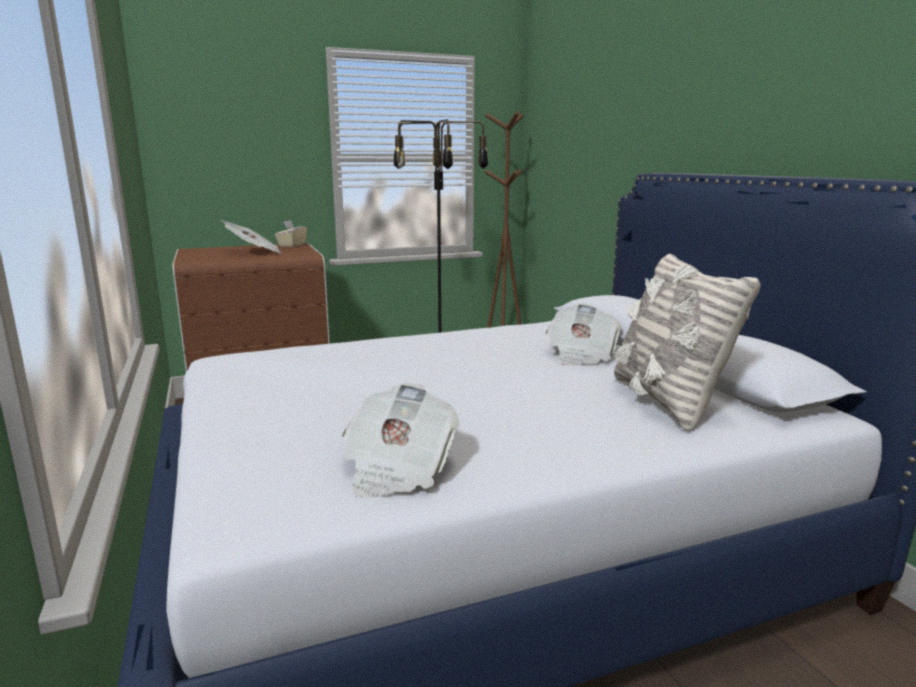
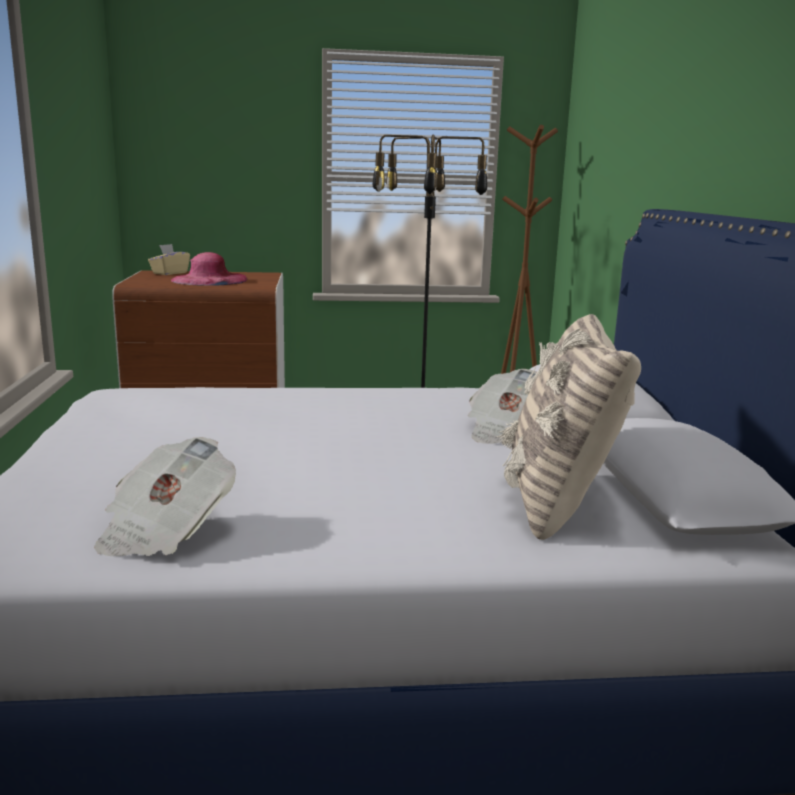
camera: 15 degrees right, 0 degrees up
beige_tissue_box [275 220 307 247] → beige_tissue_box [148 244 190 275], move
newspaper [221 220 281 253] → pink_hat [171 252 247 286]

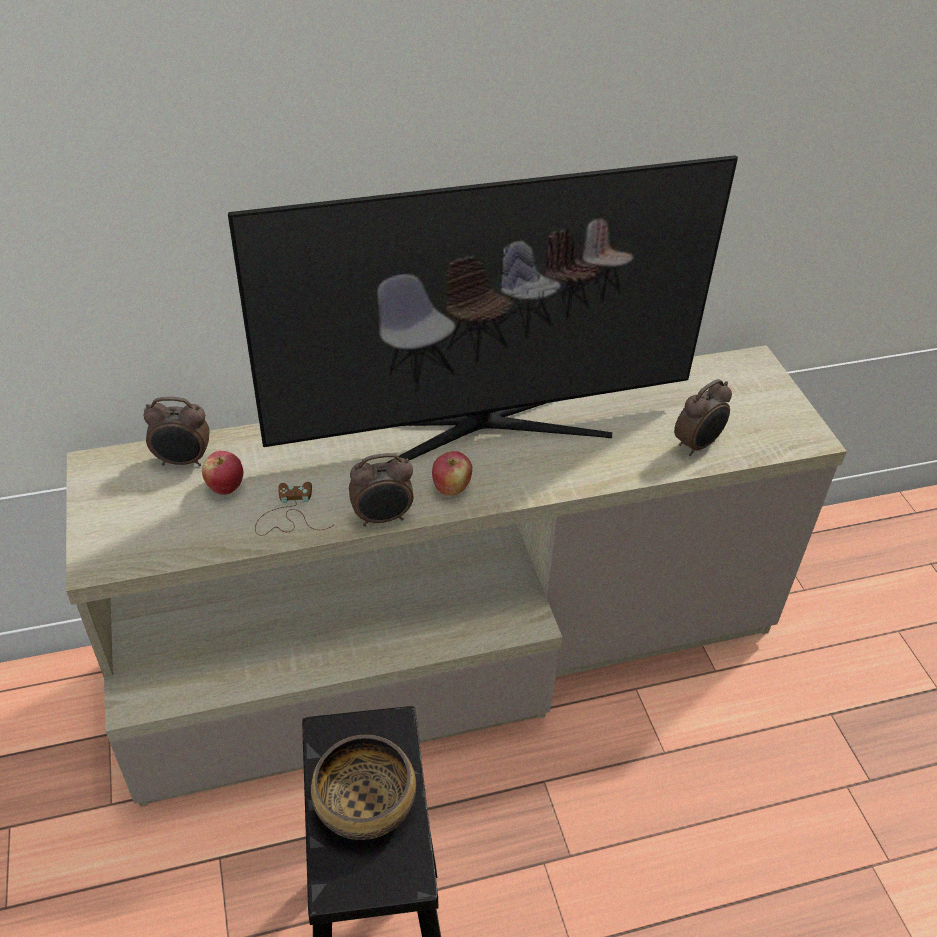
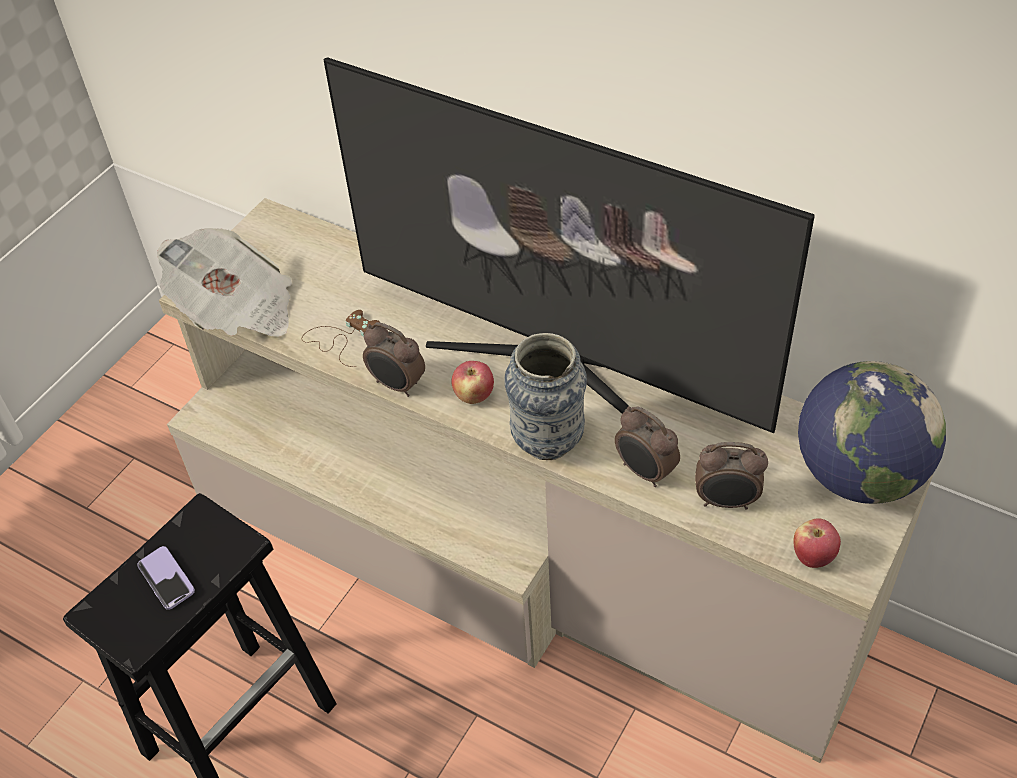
camera: 50 degrees right, 5 degrees up
- → newspaper [157 228 292 337]
- → vase [504 333 587 460]
- → globe [798 361 946 504]
alarm_clock [144 397 210 466] → alarm_clock [615 406 680 487], move
apple [202 451 243 495] → apple [793 518 841 568], move
bowl [311 735 416 840] → phone [137 546 195 610]

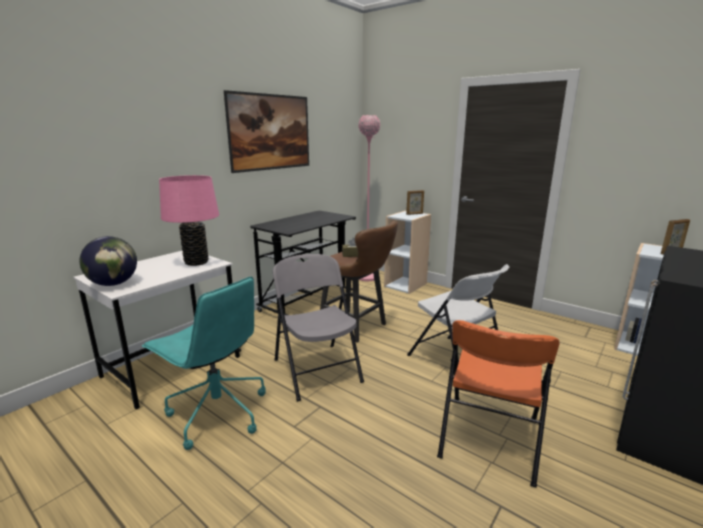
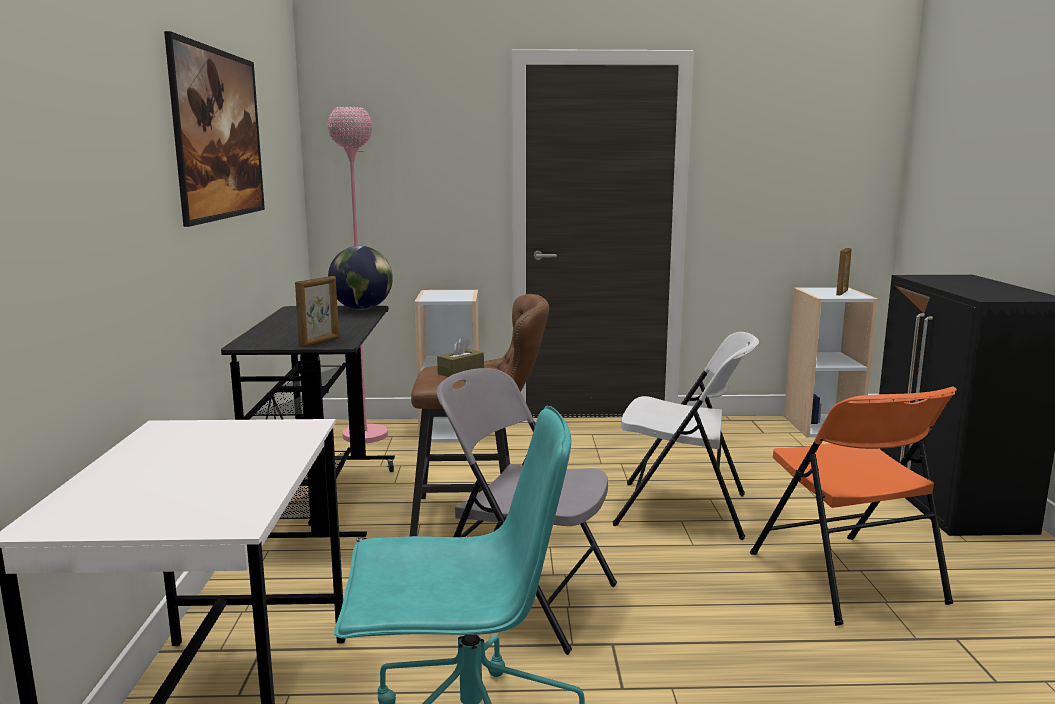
camera: 40 degrees left, 5 degrees down
pink_table_lamp [159 175 219 266] → -
globe [79 236 137 286] → globe [328 246 393 310], move
picture_frame [406 190 424 215] → picture_frame [295 276 339 347], move

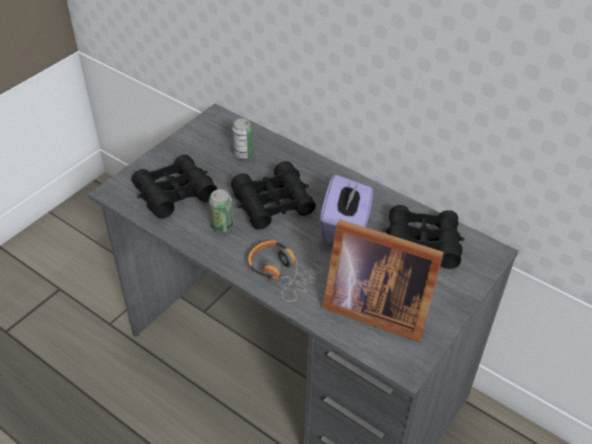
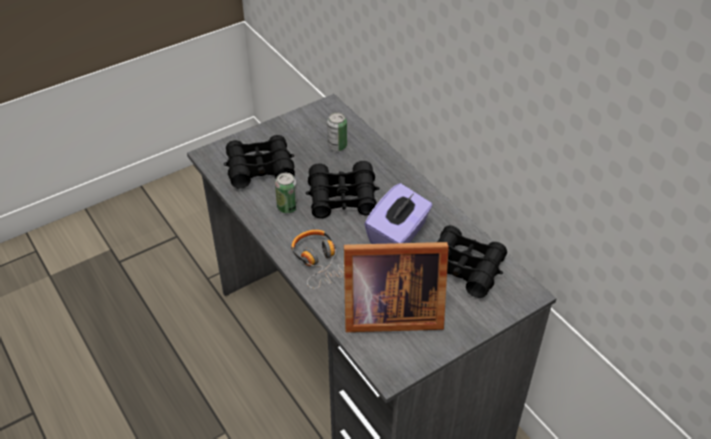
camera: 20 degrees right, 0 degrees up
picture_frame [322 219 444 342] → picture_frame [344 242 449 332], 45 degrees counterclockwise

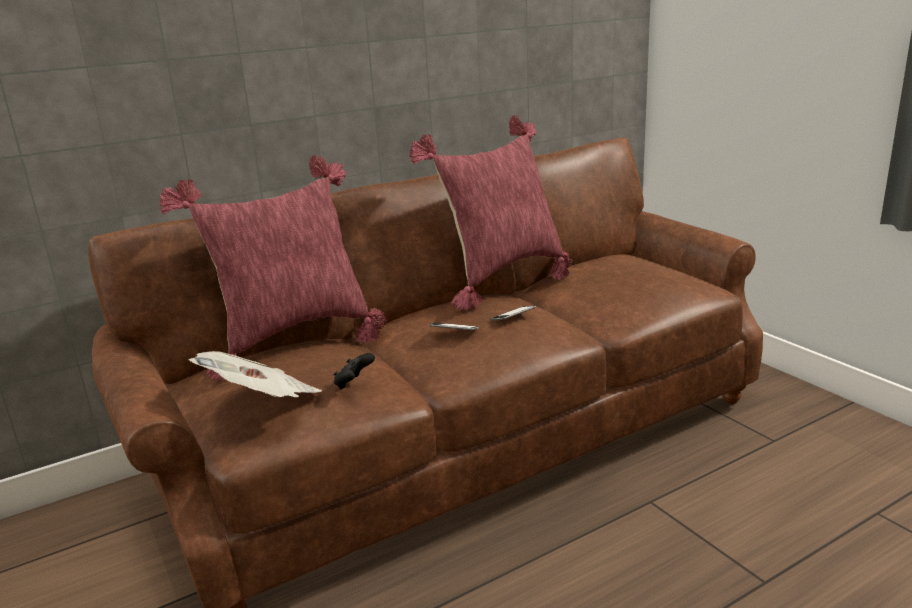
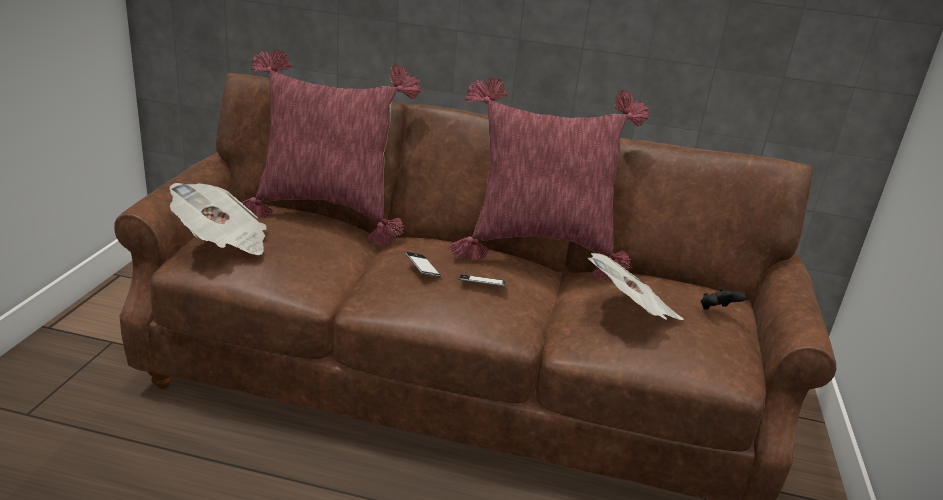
camera: 40 degrees right, 5 degrees up
- → newspaper [588 253 684 320]
black_game_controller [334 353 375 390] → black_game_controller [701 289 747 310], move

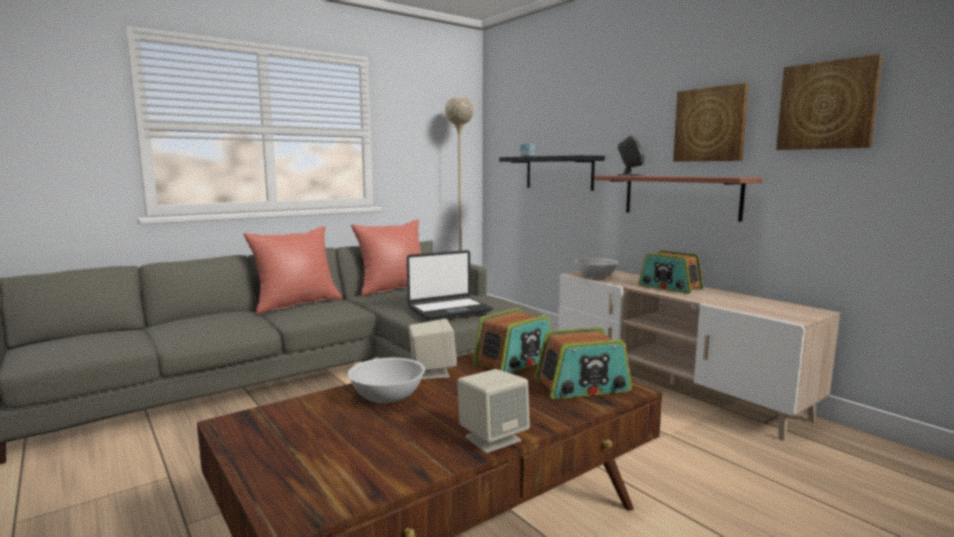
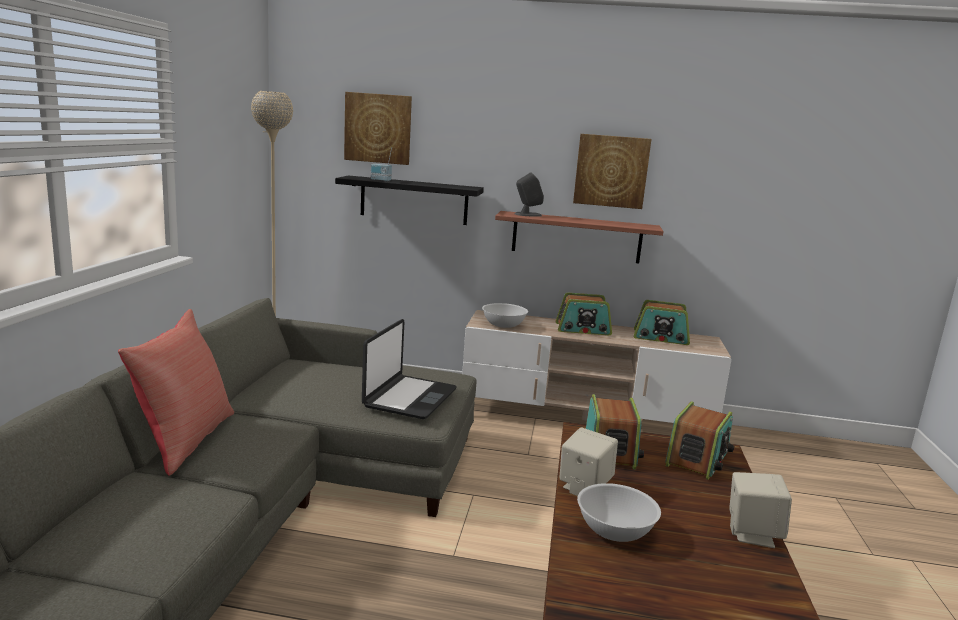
camera: 45 degrees left, 5 degrees up
red_pillow [351 219 421 296] → -
- → radio [634 300 690 345]
picture [776 54 883 150] → picture [344 92 412 165], move

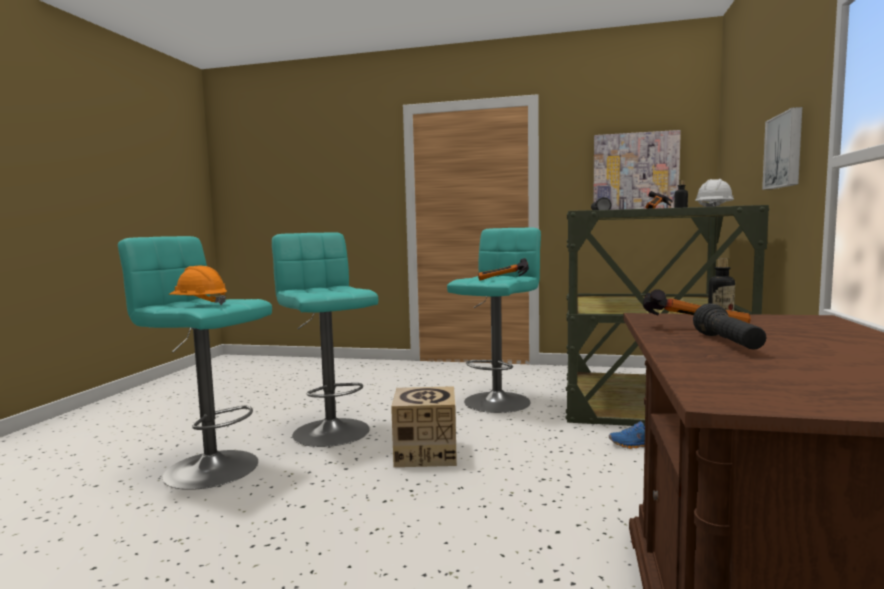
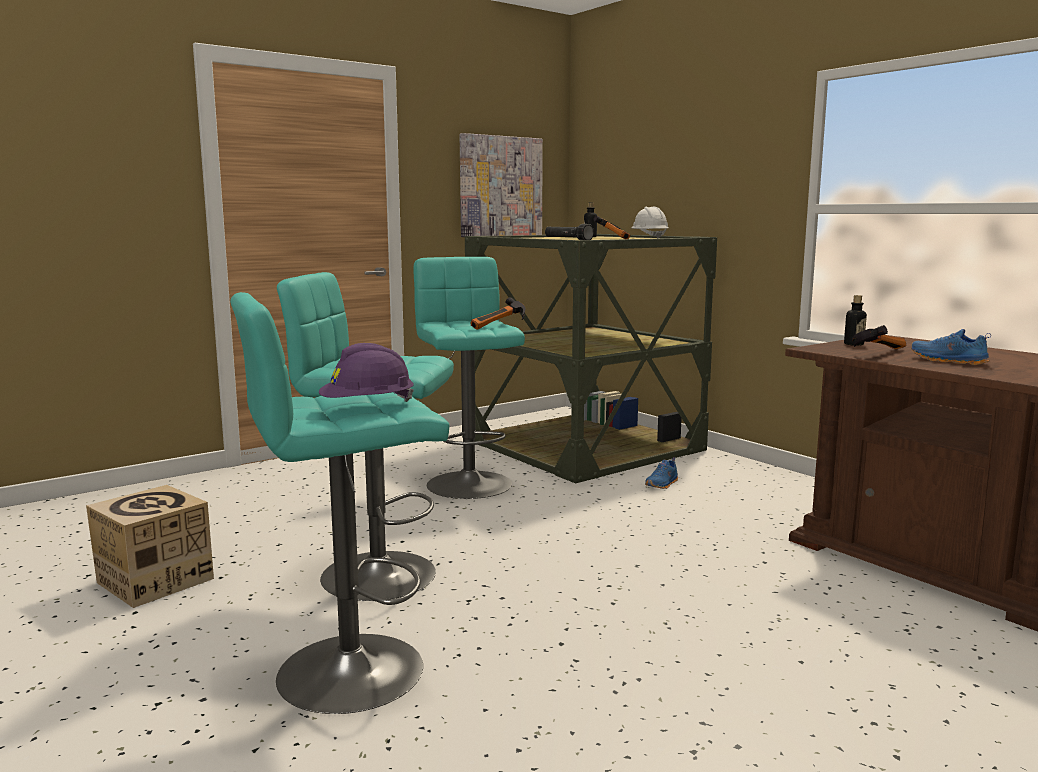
camera: 50 degrees left, 5 degrees up
picture [762 107 802 190] → -
cardboard_box [391 386 457 467] → cardboard_box [86 485 214 608], move
black_flashlight [693 303 766 350] → blue_shoe [911 329 991 365]
orange_hard_hat [169 266 227 305] → purple_hard_hat [319 343 414 402]

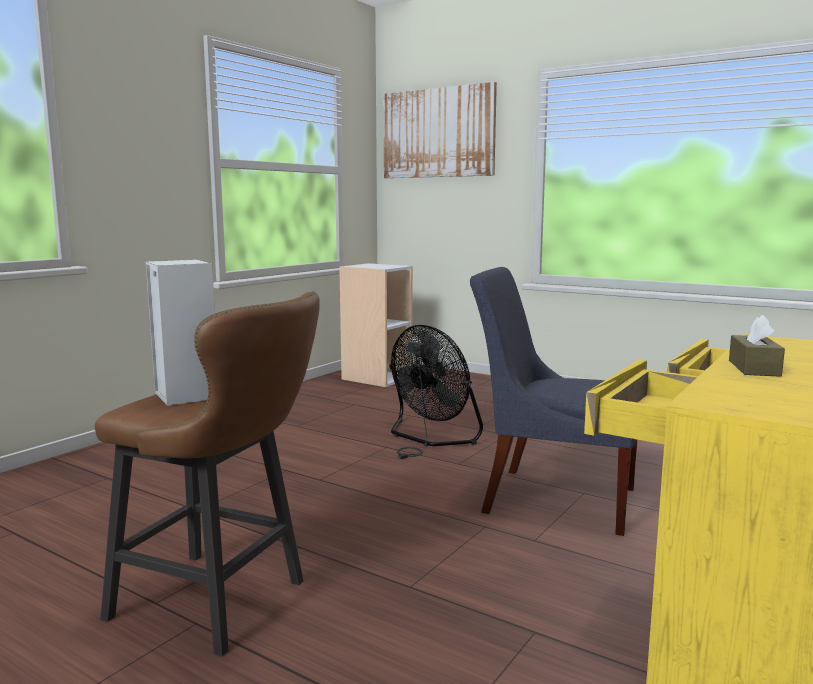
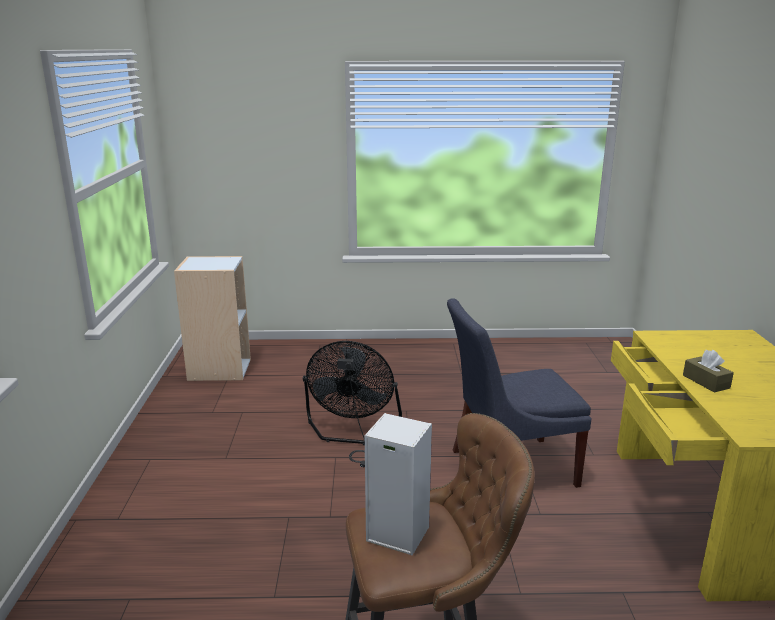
camera: 35 degrees left, 10 degrees up
picture [383 82 497 178] → -

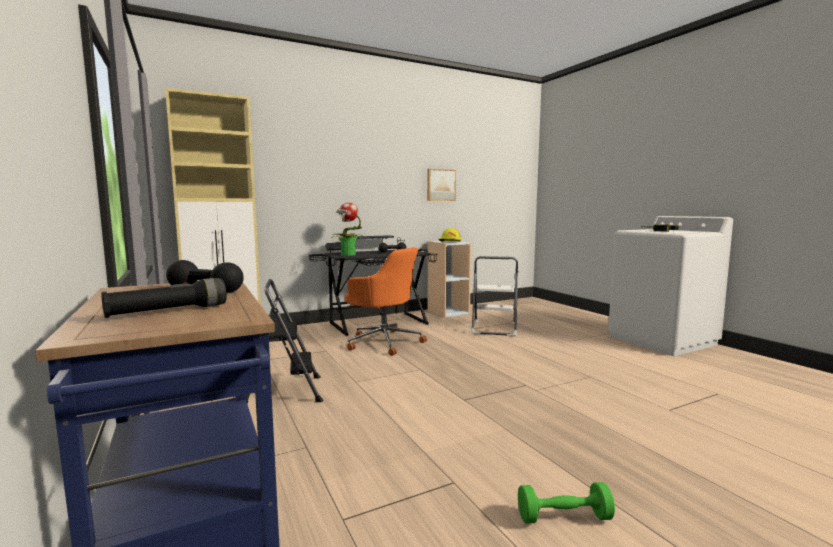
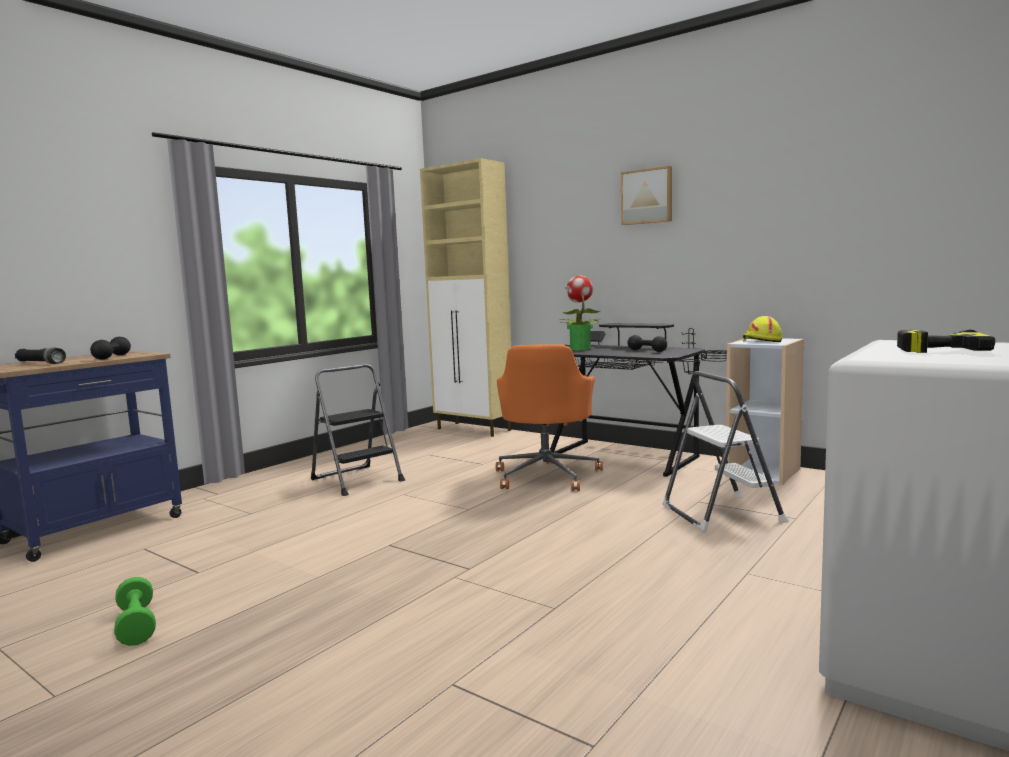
camera: 65 degrees right, 0 degrees up
picture [427 169 456 201] → picture [621 166 672 225], move

